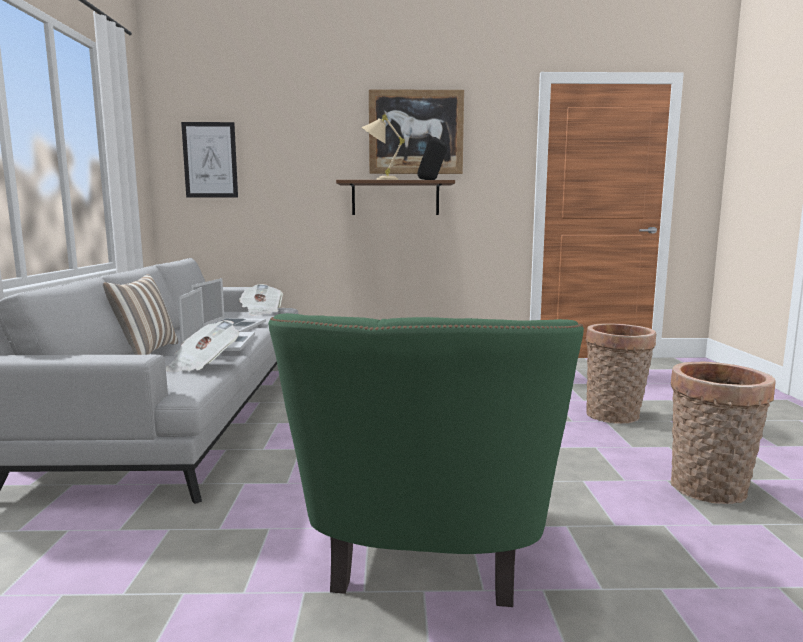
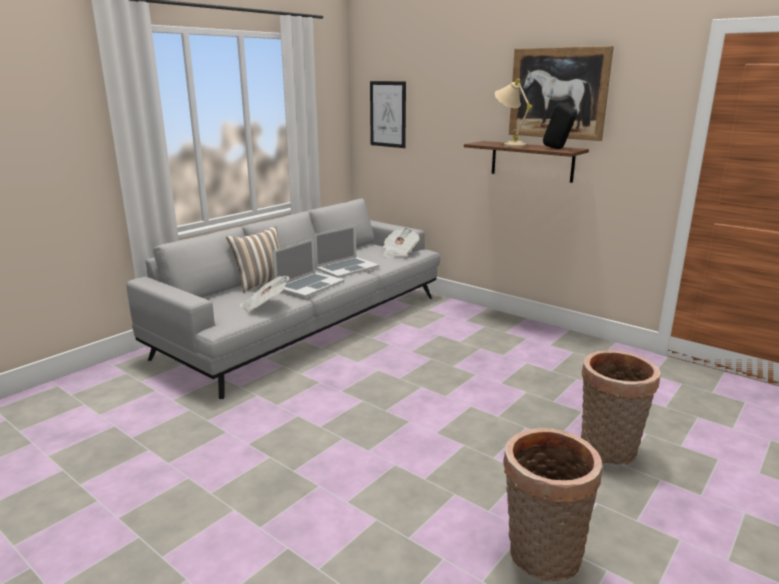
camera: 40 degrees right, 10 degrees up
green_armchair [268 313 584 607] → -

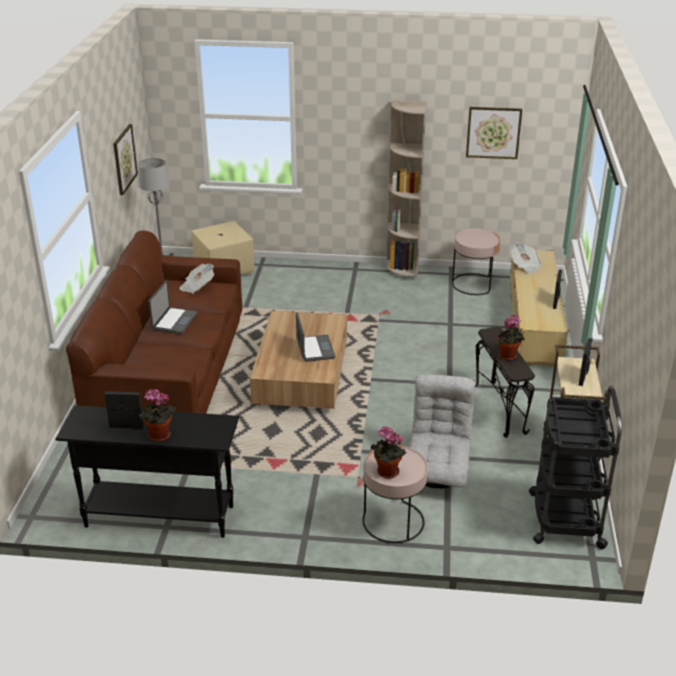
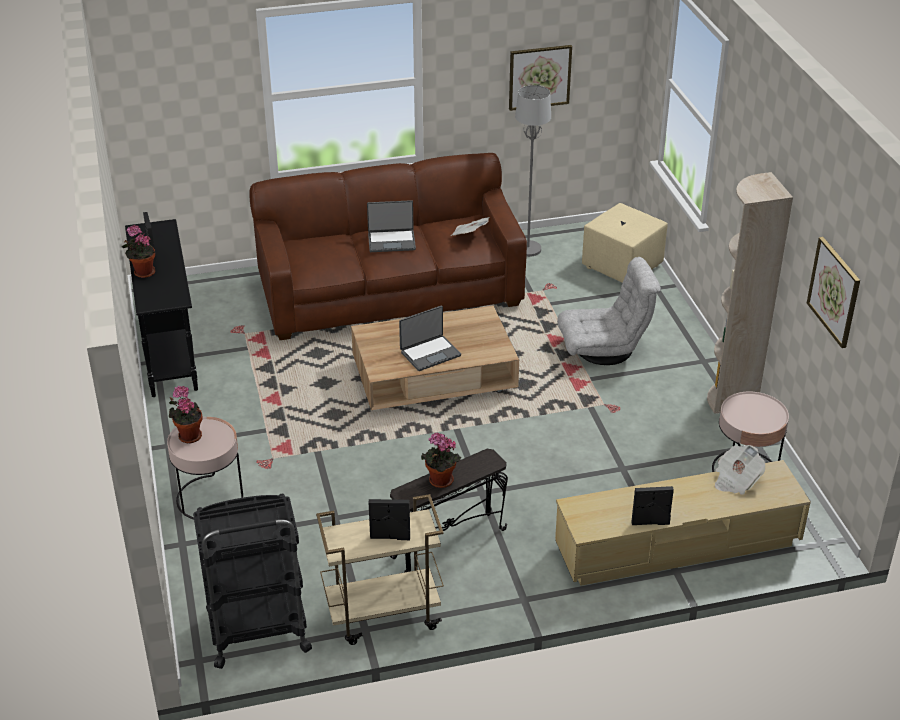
camera: 70 degrees right, 5 degrees up
grey_armchair [410 375 476 489] → grey_armchair [557 257 661 365], move

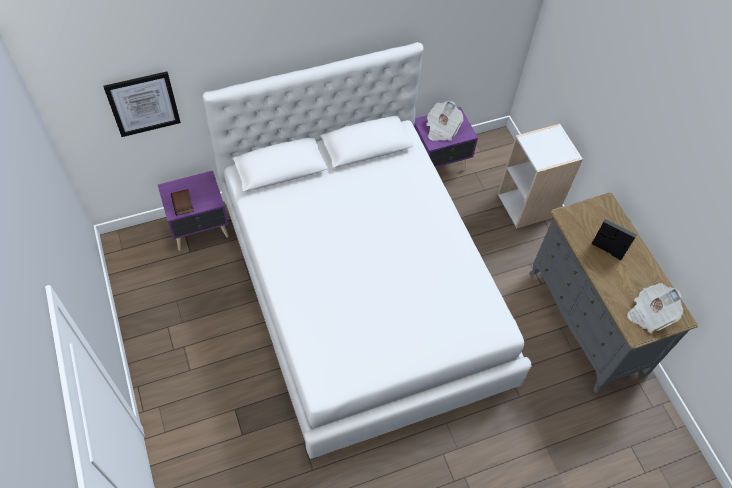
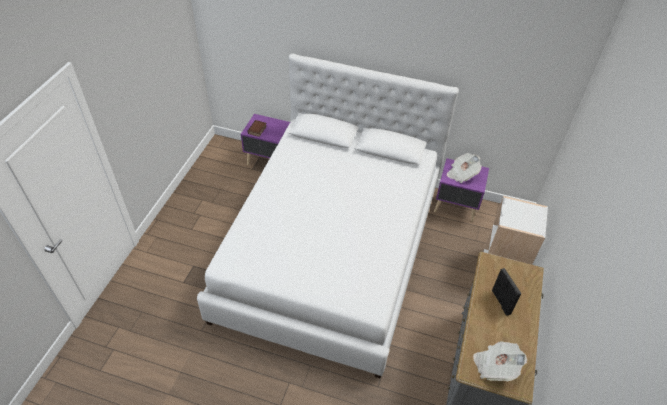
camera: 40 degrees right, 10 degrees down
picture [103 72 181 137] → -

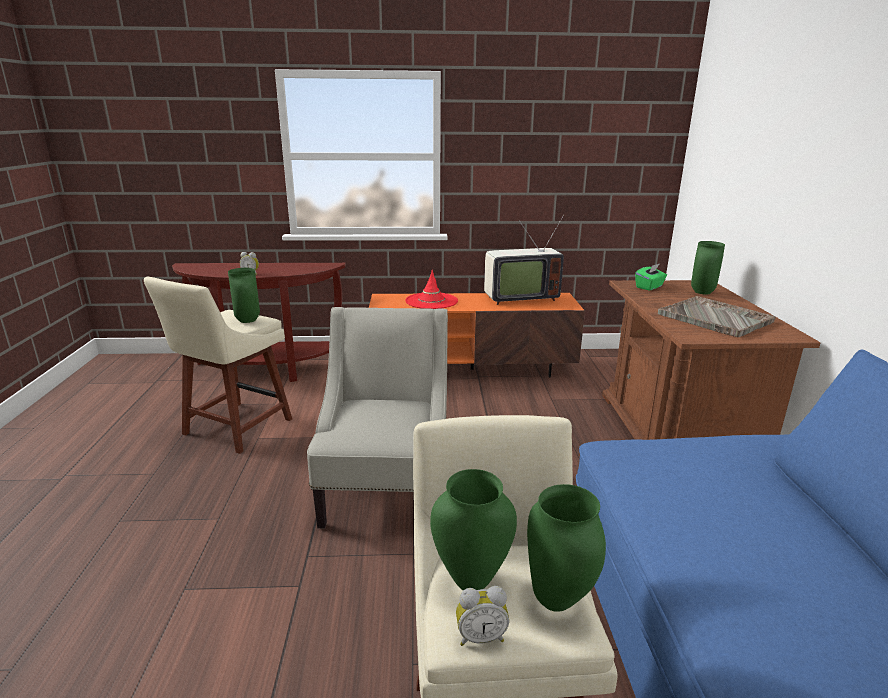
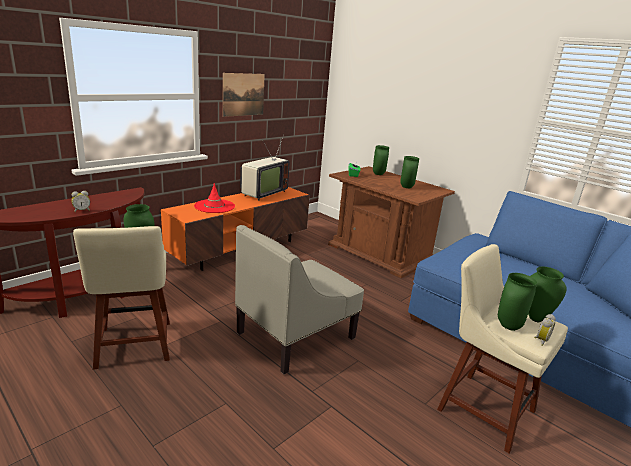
camera: 45 degrees left, 0 degrees up
- → picture [223 73 265 117]
grey_tray [658 296 776 338] → green_vase [400 156 419 188]
grey_armchair [307 307 448 529] → grey_armchair [235 225 364 375], 90 degrees counterclockwise

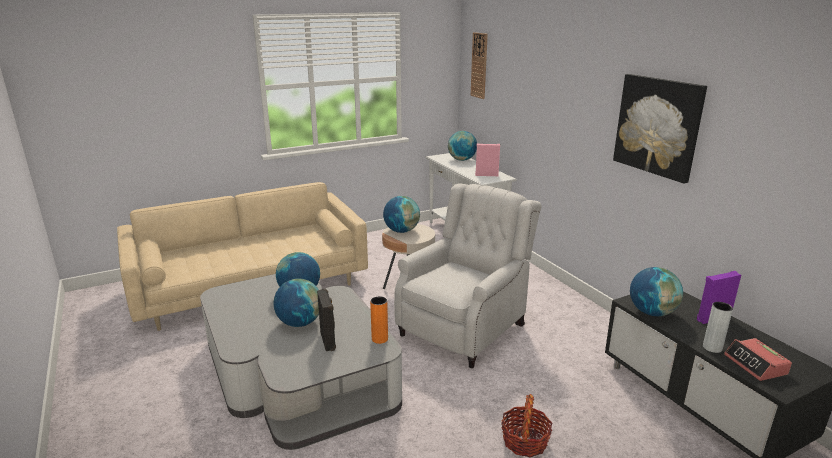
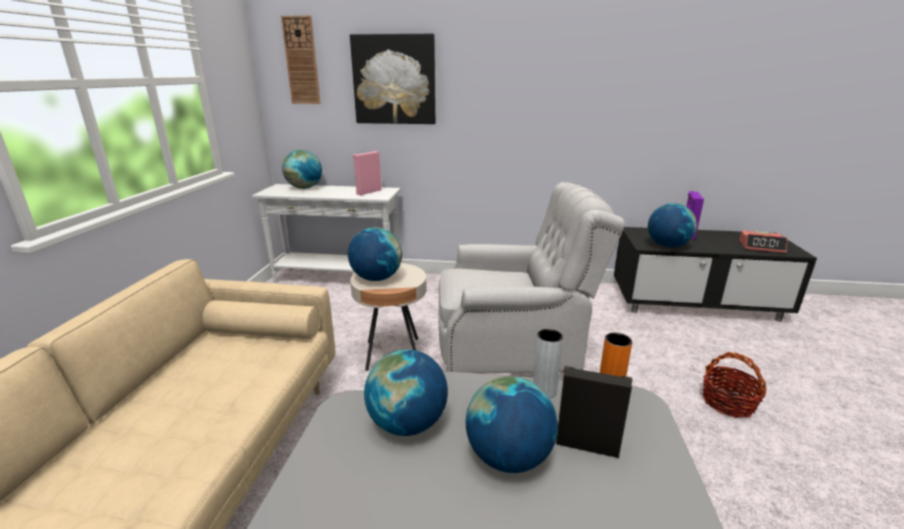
camera: 55 degrees left, 0 degrees up
picture [613 74 707 184] → picture [350 34 436 124], move
grey_vase [703 302 733 353] → grey_vase [533 329 563 399], move
white_armchair [394 184 541 368] → white_armchair [439 182 625 373], 105 degrees clockwise

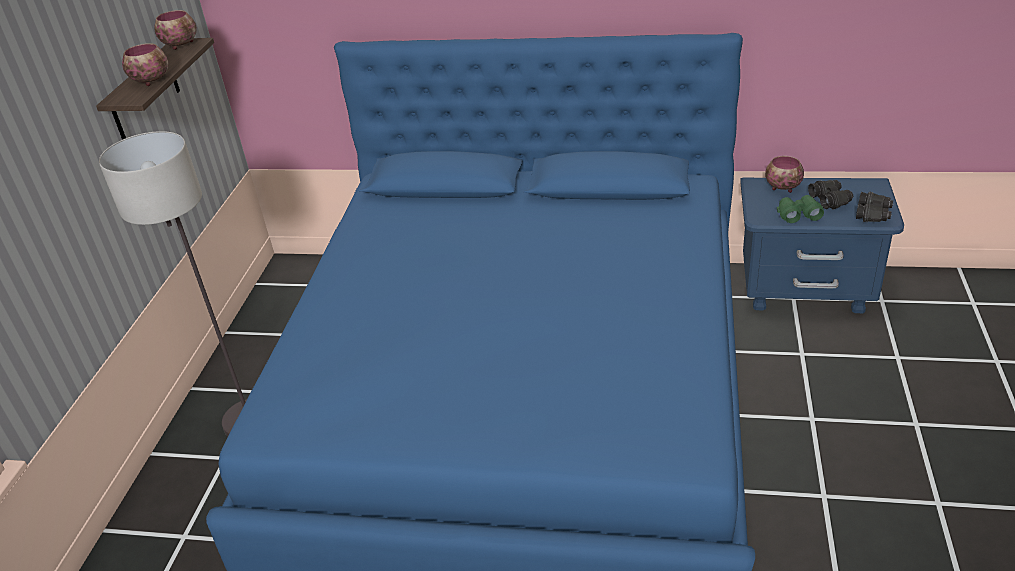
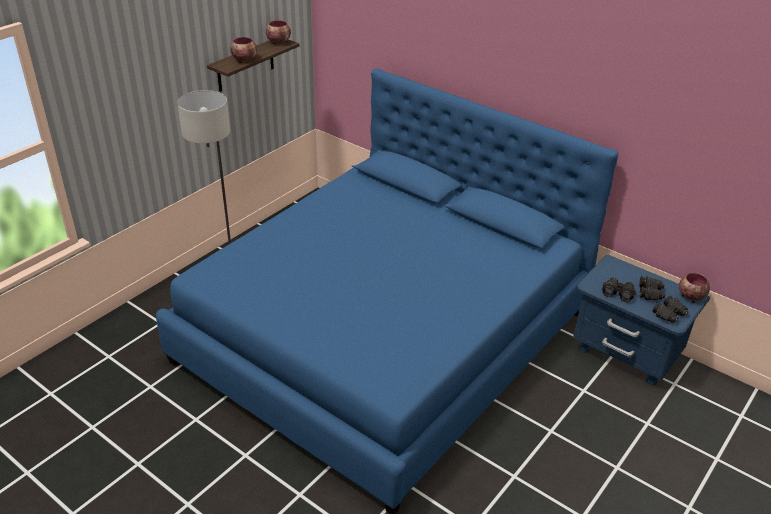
camera: 25 degrees right, 0 degrees up
bowl [765 156 804 193] → bowl [679 273 710 303], move
green_binoculars [777 195 824 223] → black_binoculars [602 278 636 302]

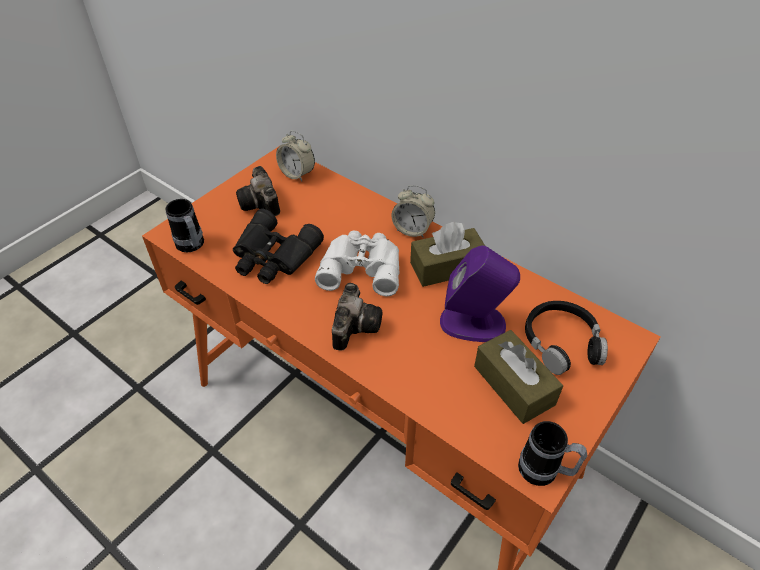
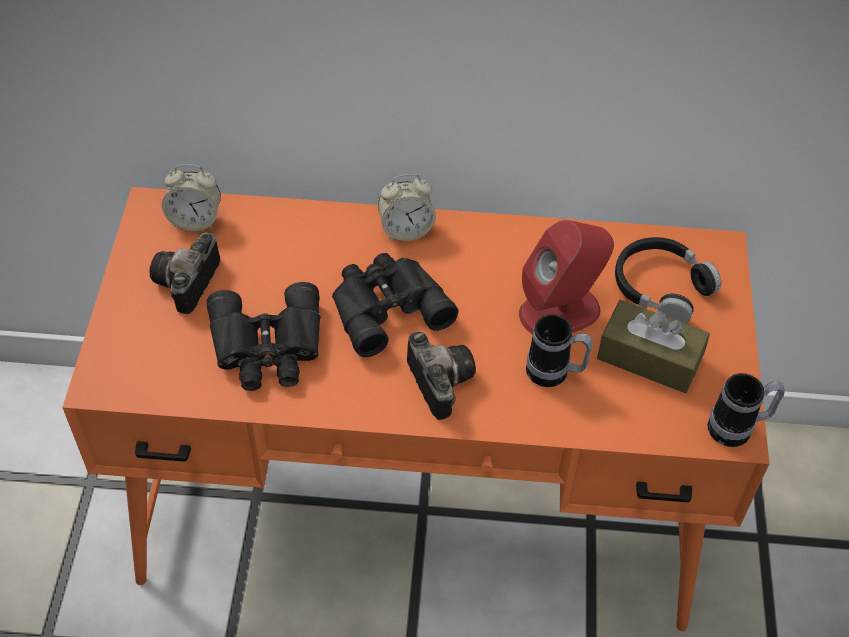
camera: 35 degrees left, 5 degrees up
brown_tissue_box [410 222 485 287] → -
mug [166 199 204 252] → mug [526 314 593 387], move
white_binoculars [315 231 399 296] → black_binoculars [332 253 459 357]
purple_speaker [440 245 520 342] → red_speaker [519 220 614 335]
photo_camera [236 166 280 216] → photo_camera [149 233 220 314], 75 degrees clockwise

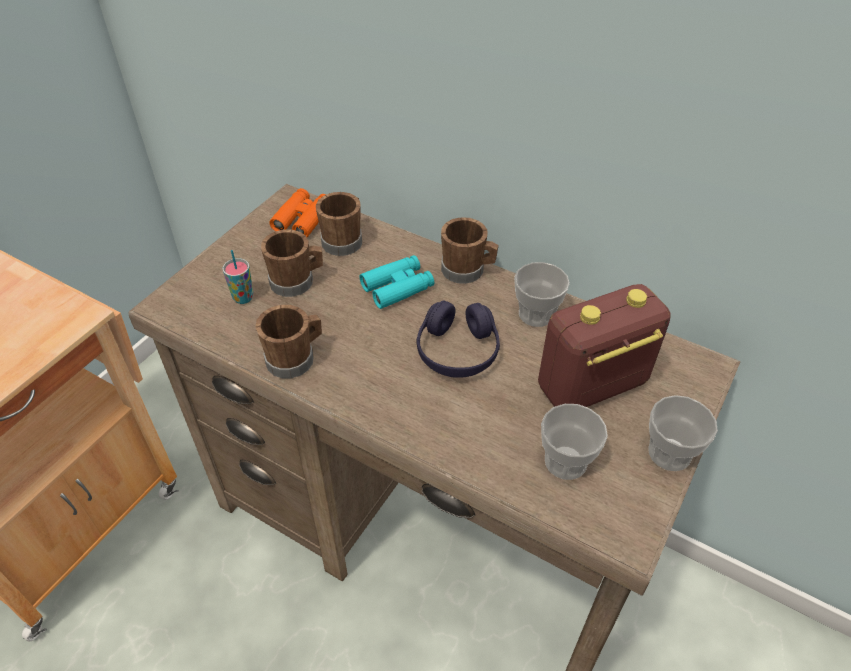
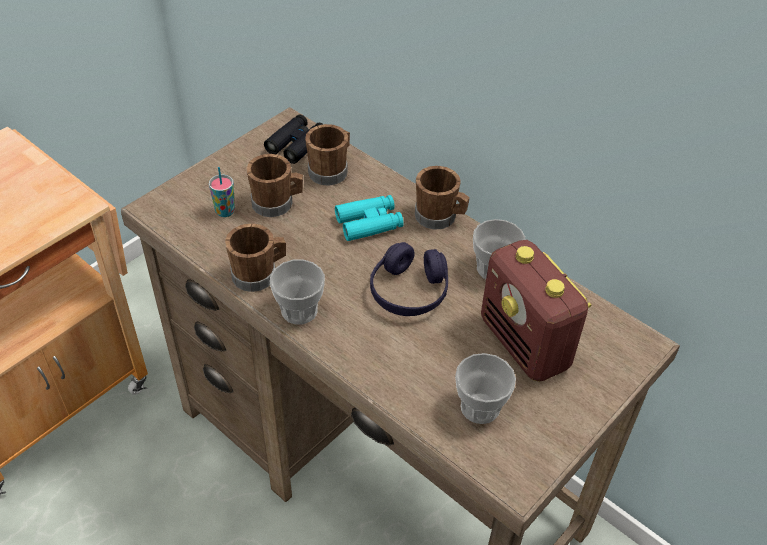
camera: 10 degrees right, 0 degrees up
cup [648 395 718 471] → cup [270 260 325 325], move
orange_binoculars [269 188 326 237] → black_binoculars [264 114 323 164]
radio [538 284 671 407] → radio [481 240 592 382], 105 degrees counterclockwise

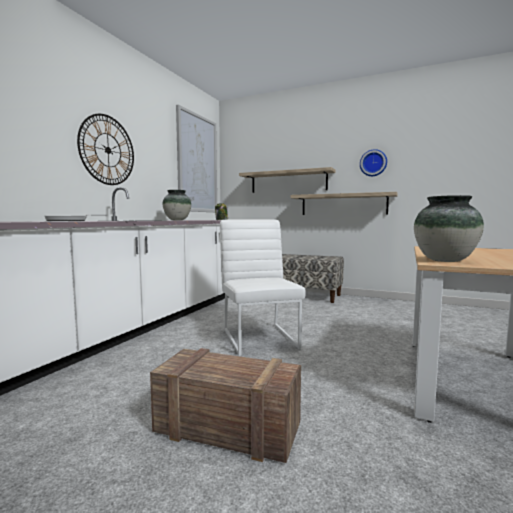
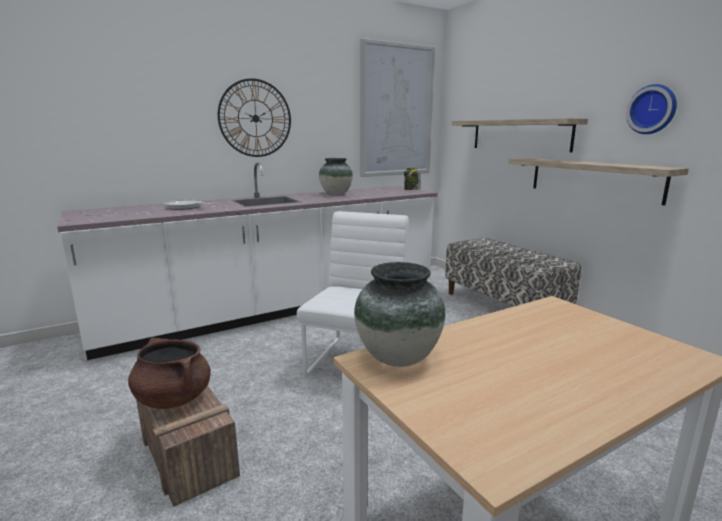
camera: 35 degrees right, 10 degrees up
- → brown_cooking_pot [128 338 211 409]

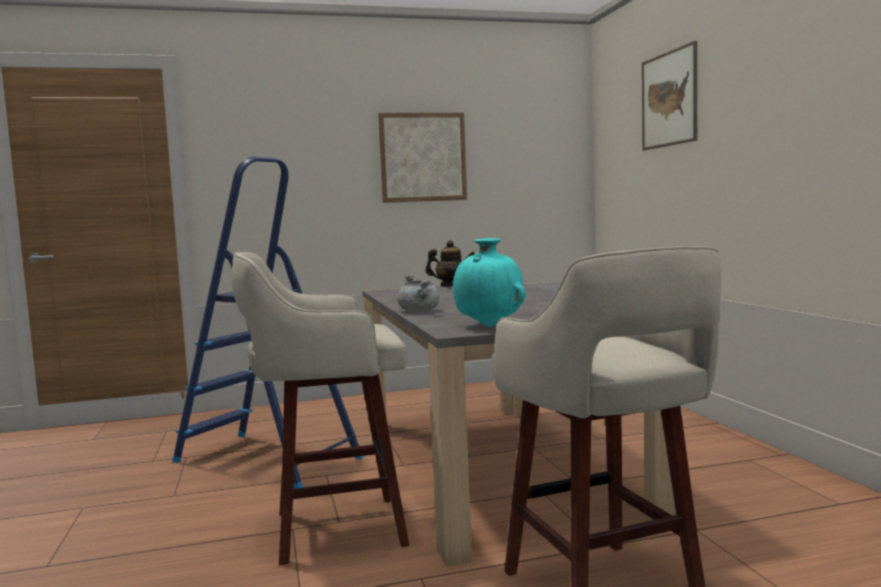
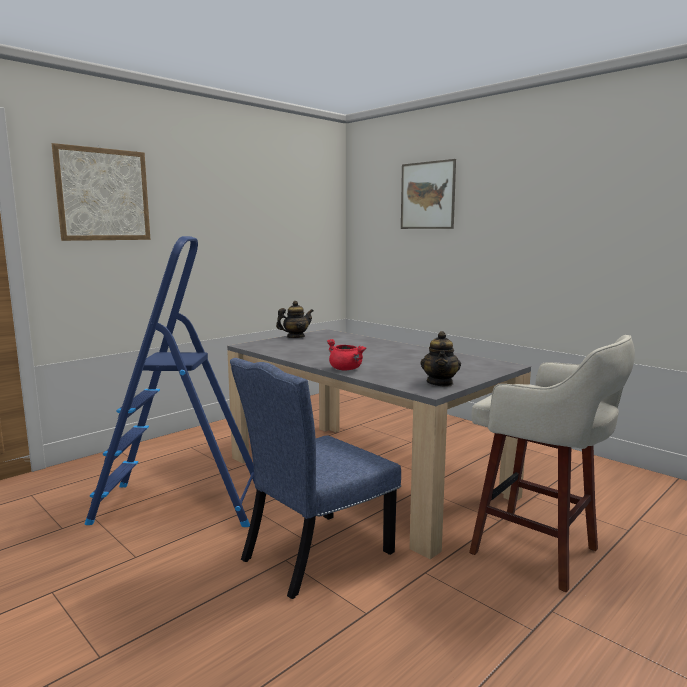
camera: 30 degrees left, 5 degrees up
picture [378 111 467 203] → picture [52 143 150 241], move
beige_stool [232 252 409 565] → blue_chair [230 358 401 599]
turquoise_vase [453 238 526 327] → teapot [420 331 461 387]
grey_cooking_pot [397 273 440 312] → red_cooking_pot [327 339 366 370]

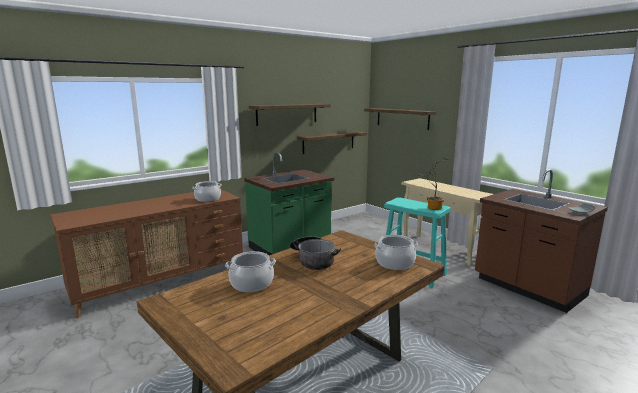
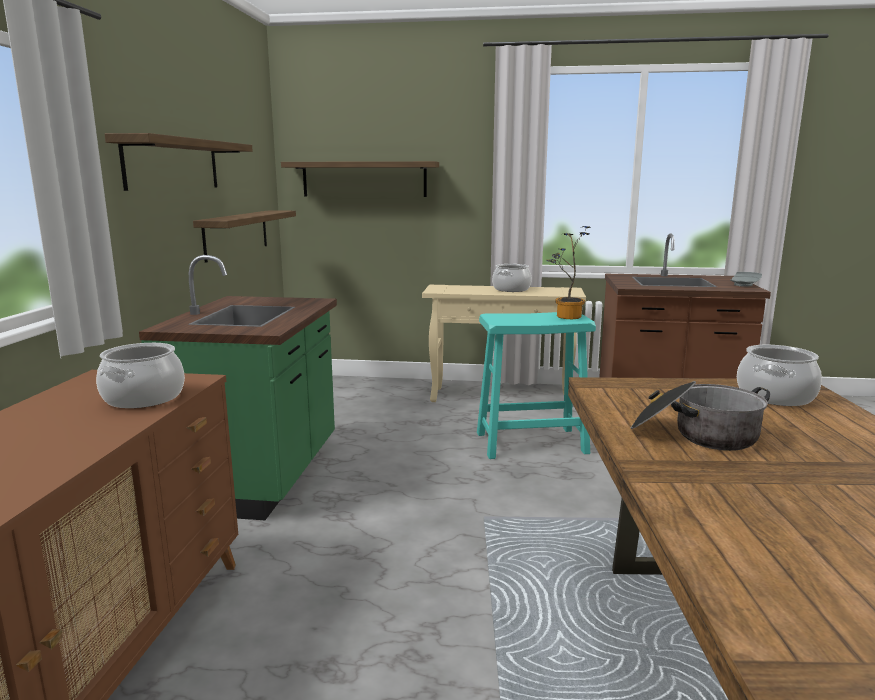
camera: 45 degrees left, 0 degrees up
cooking_pot [225 251 276 292] → cooking_pot [492 264 532 292], move

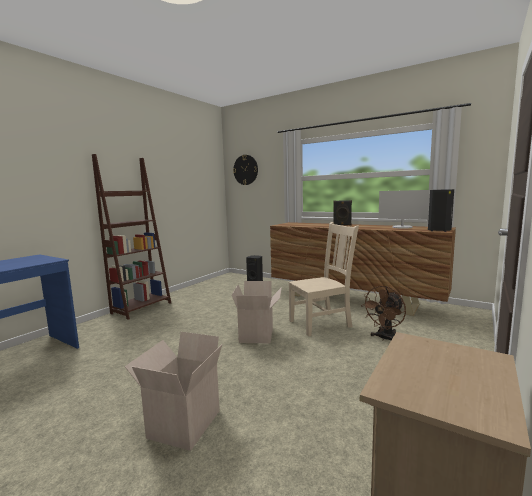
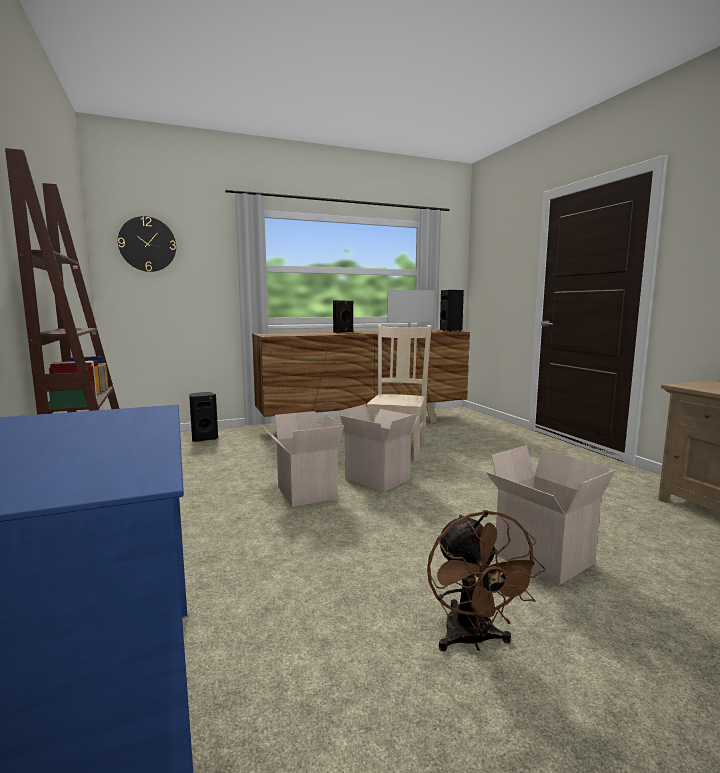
camera: 55 degrees left, 0 degrees up
- → cardboard_box [261 411 344 507]
brown_fan [361 286 406 341] → brown_fan [427 510 546 651], move

